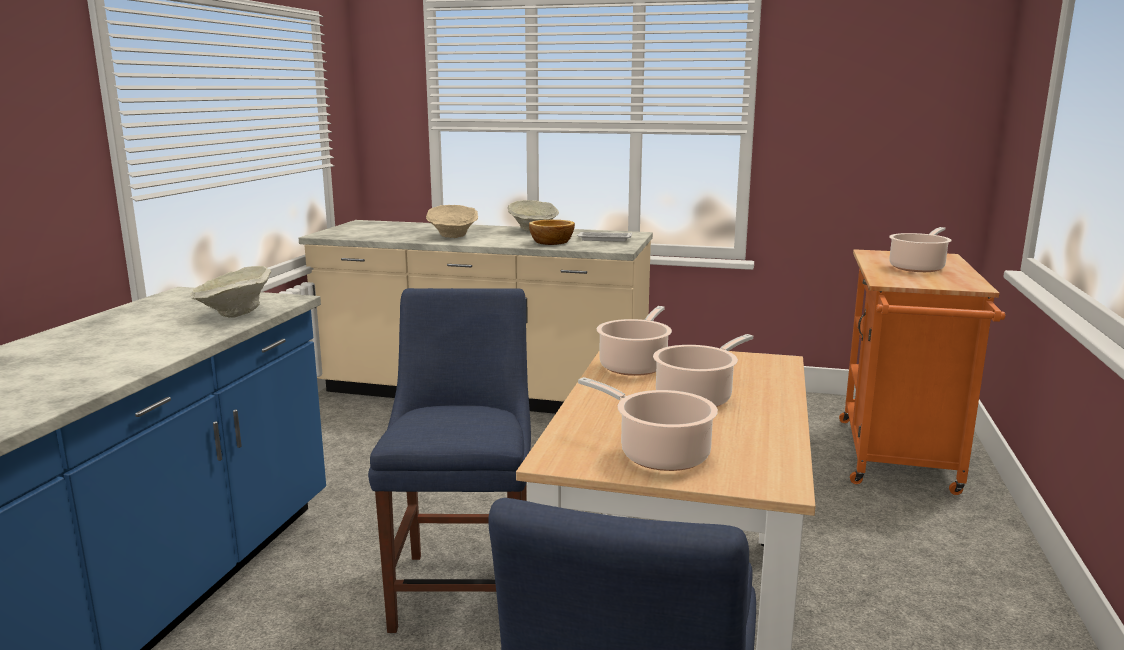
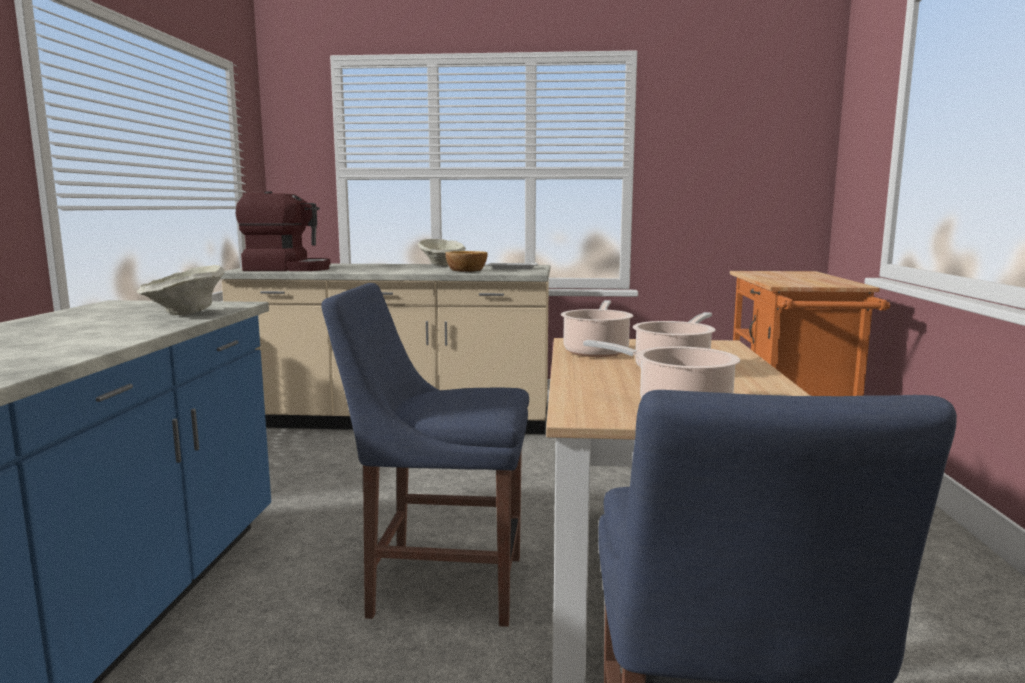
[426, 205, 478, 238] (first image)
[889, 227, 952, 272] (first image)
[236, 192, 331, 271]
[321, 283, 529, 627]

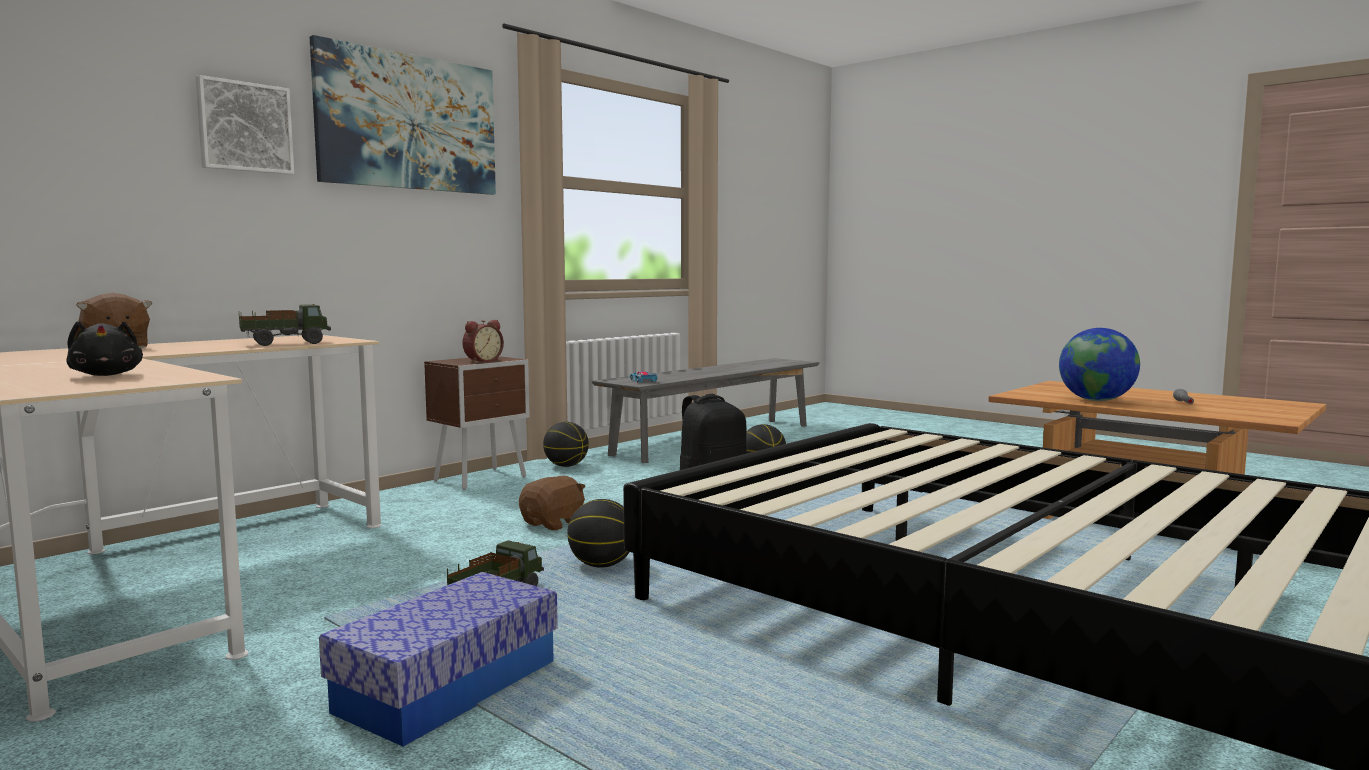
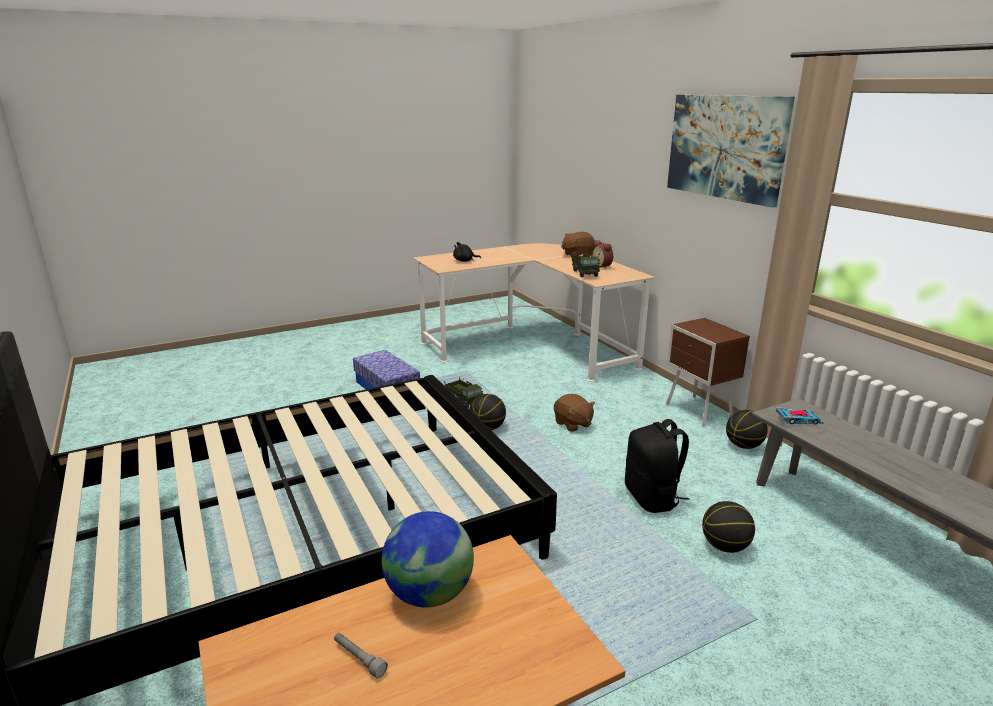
[196, 75, 294, 175] (first image)
[591, 240, 613, 269]

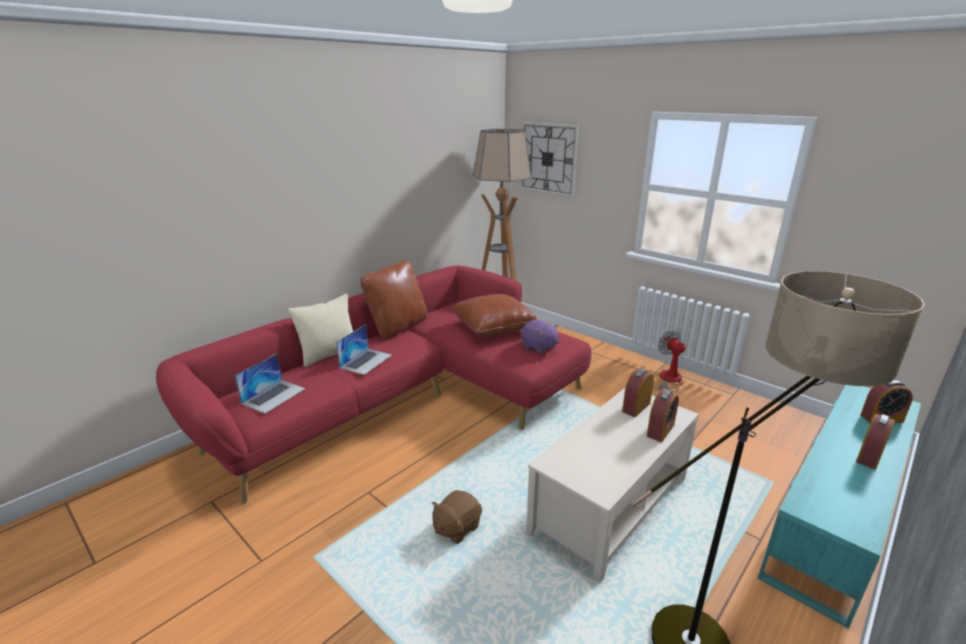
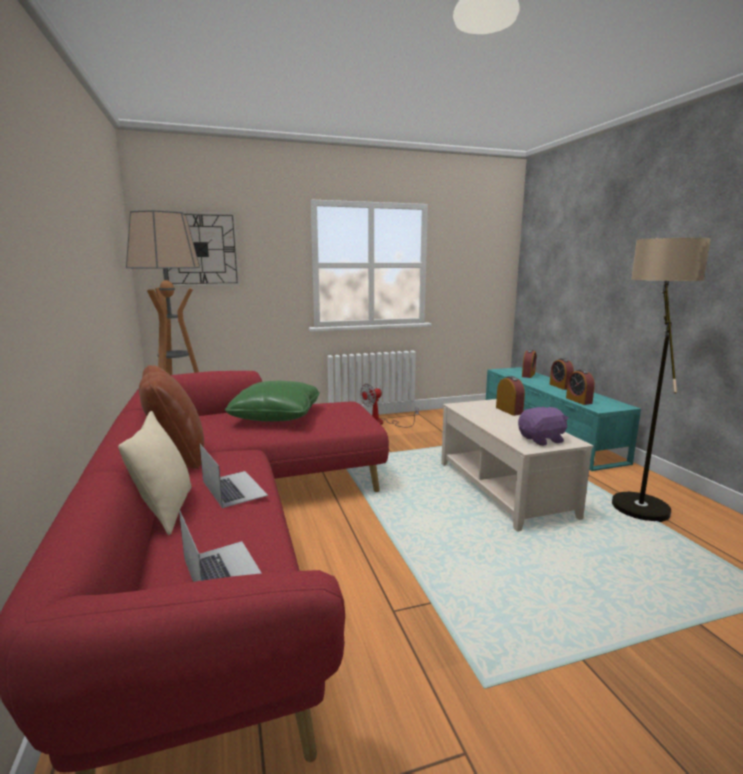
[432, 490, 482, 544] (first image)
[518, 406, 569, 446]
[566, 369, 595, 405]
[225, 381, 320, 422]
[360, 384, 419, 427]

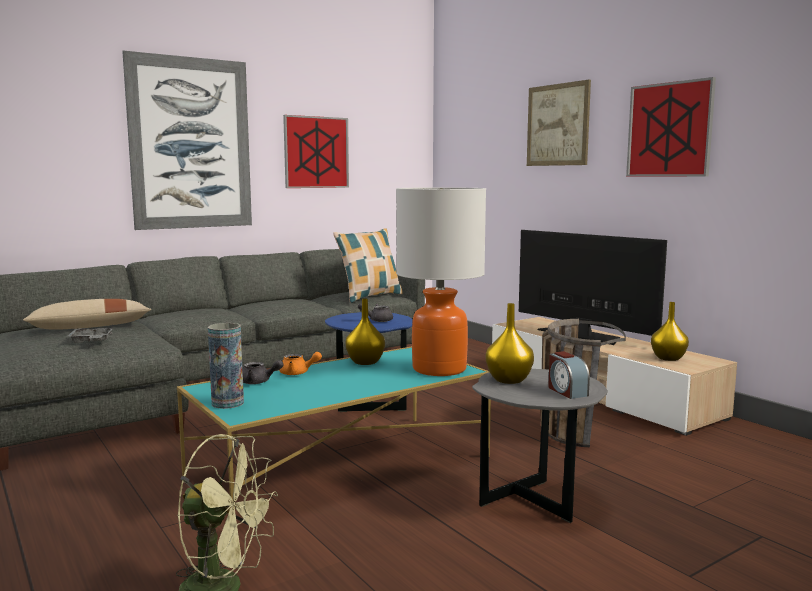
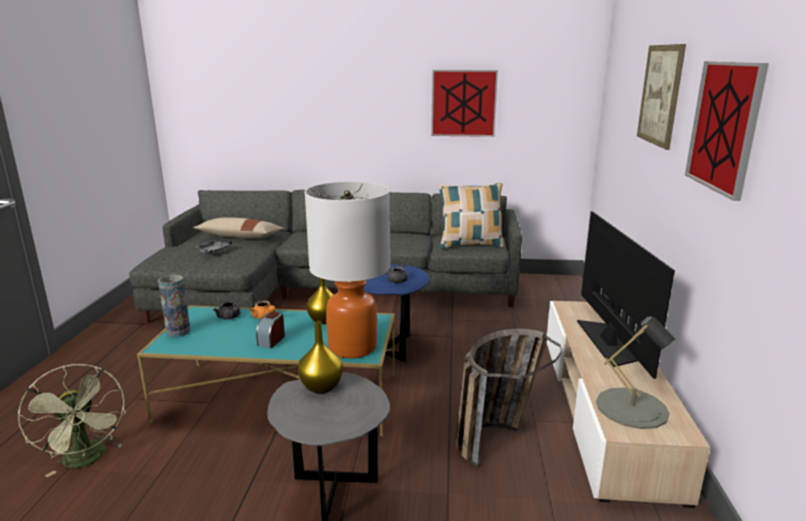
[122, 51, 252, 230] (first image)
[256, 312, 285, 348]
[596, 316, 676, 429]

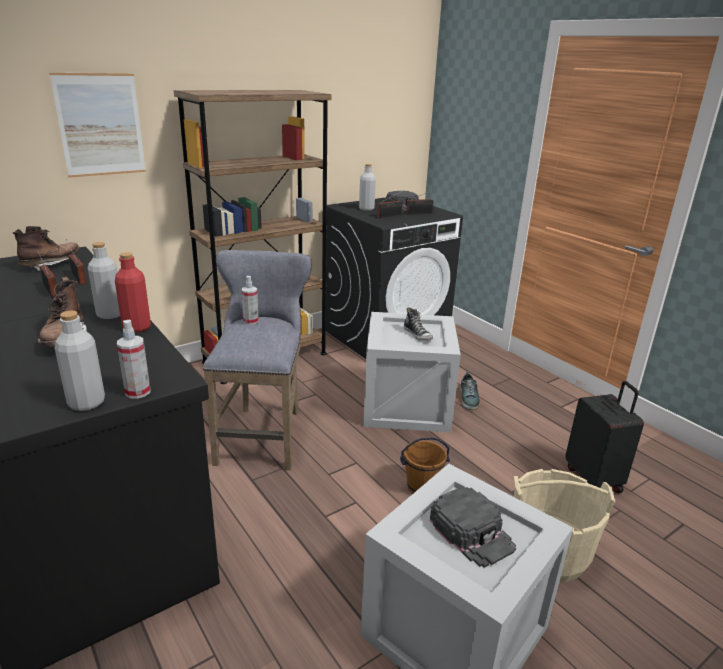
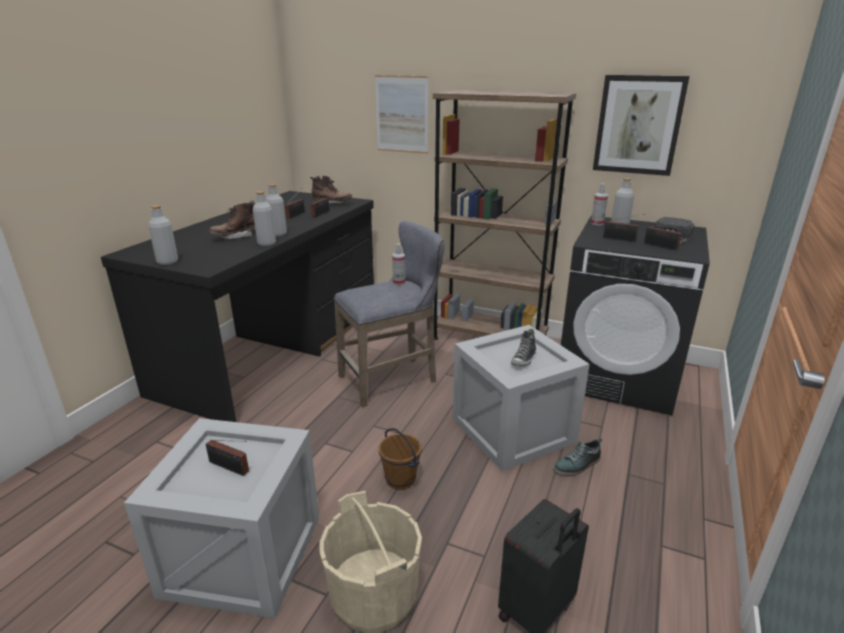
[593, 75, 690, 176]
[591, 183, 608, 226]
[206, 440, 249, 476]
[253, 191, 276, 246]

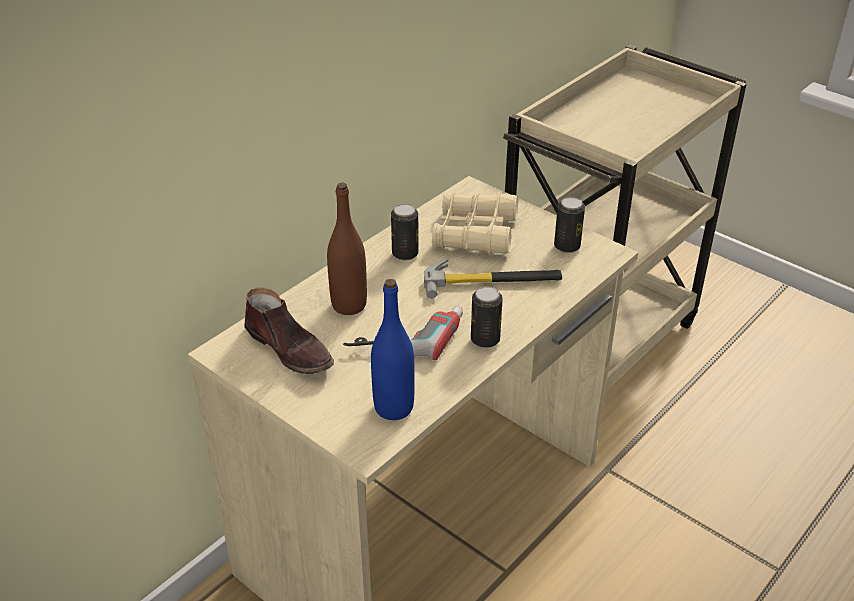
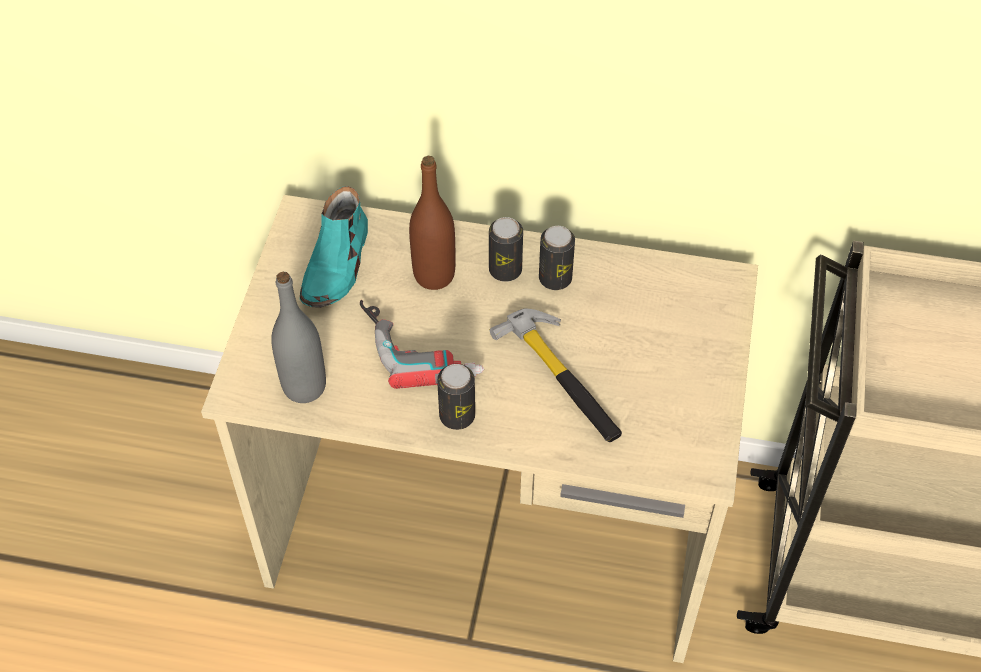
[432, 192, 518, 255] (first image)
[489, 217, 523, 282]
[300, 186, 368, 308]
[271, 272, 326, 403]

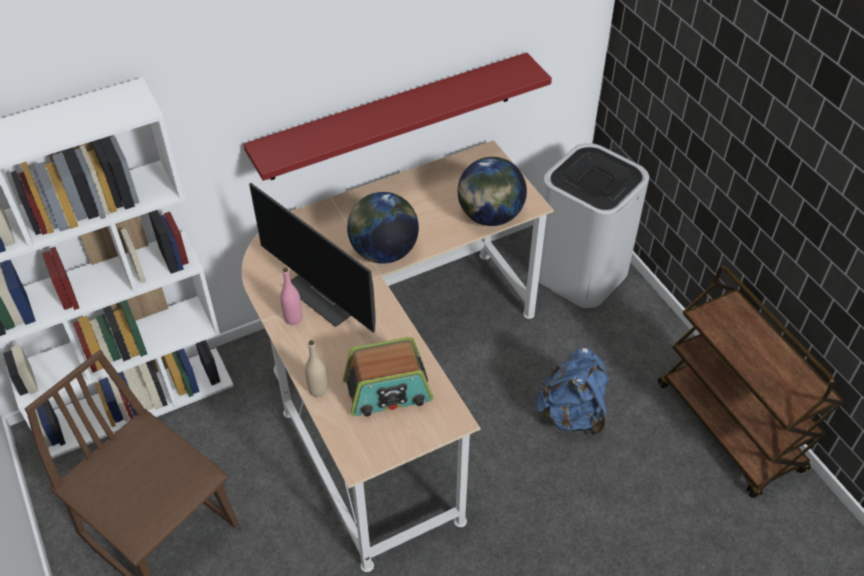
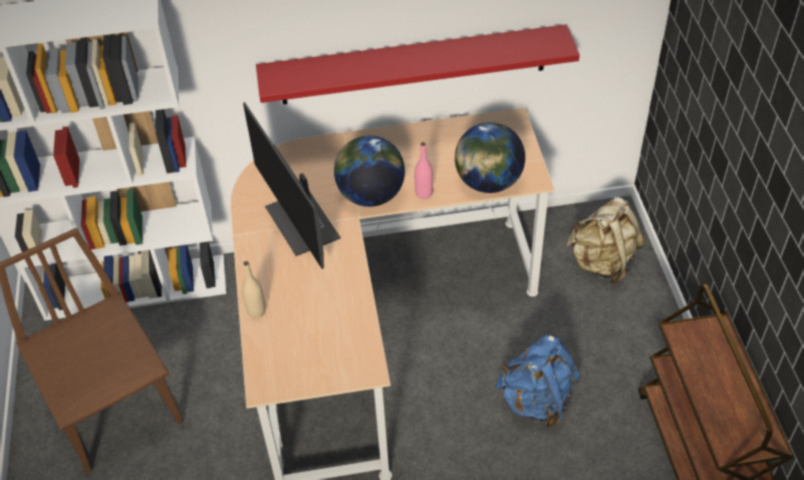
[343, 337, 433, 417] (first image)
[415, 142, 433, 199]
[566, 197, 645, 284]

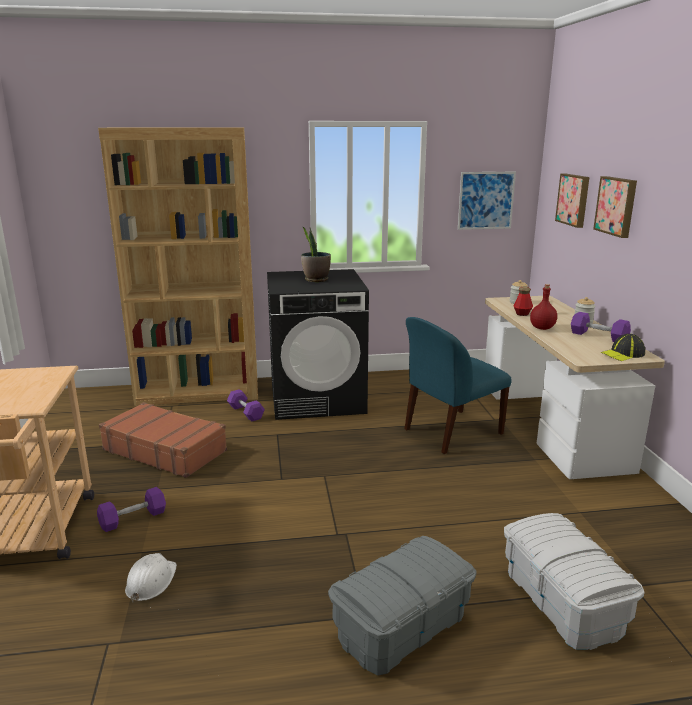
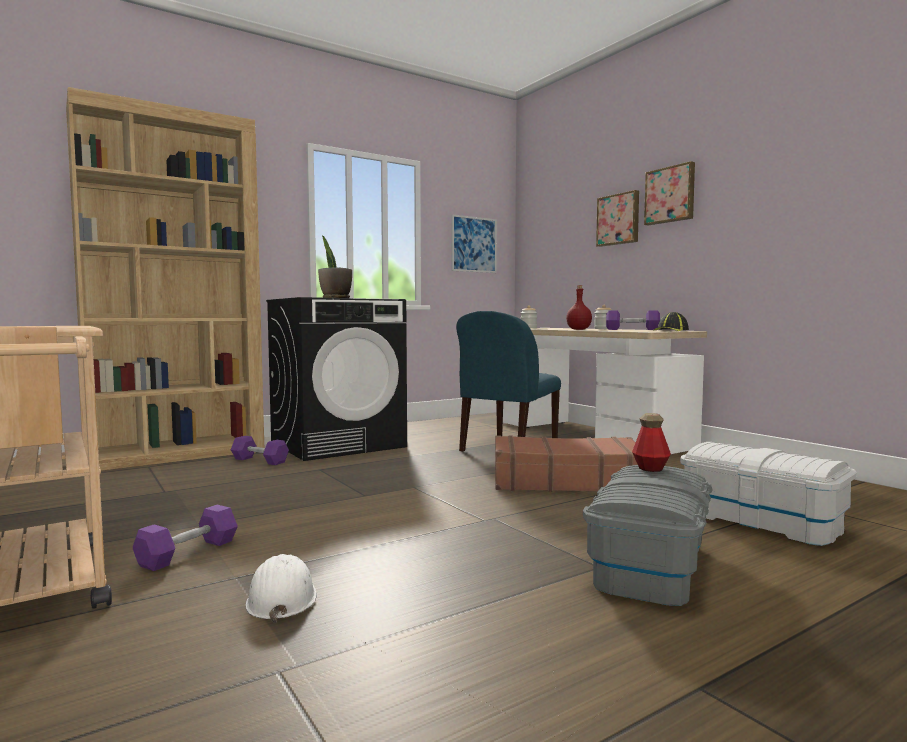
[495, 435, 638, 492]
[632, 413, 671, 472]
[644, 161, 695, 225]

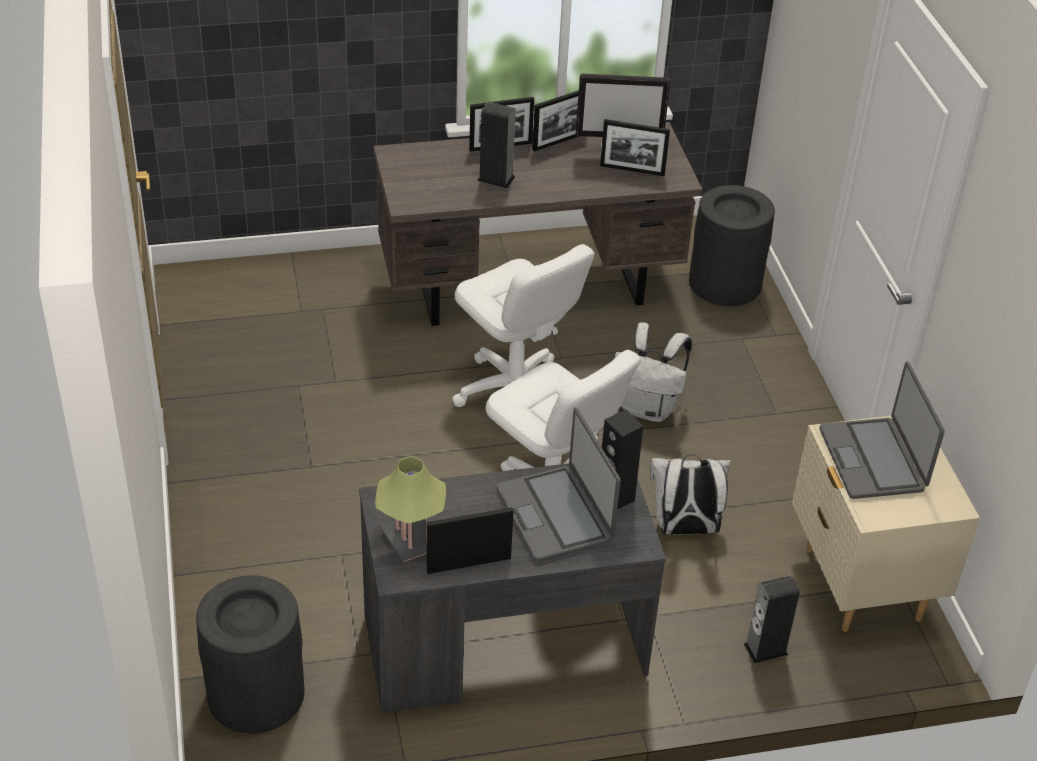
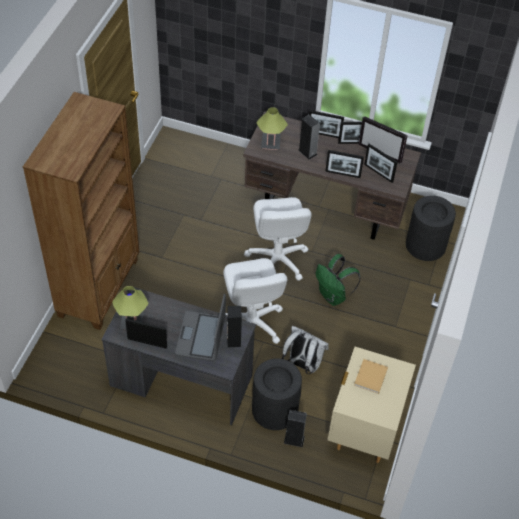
[23, 92, 140, 330]
[256, 107, 288, 150]
[325, 150, 364, 178]
[252, 358, 302, 430]
[354, 359, 388, 394]
[316, 254, 361, 306]

